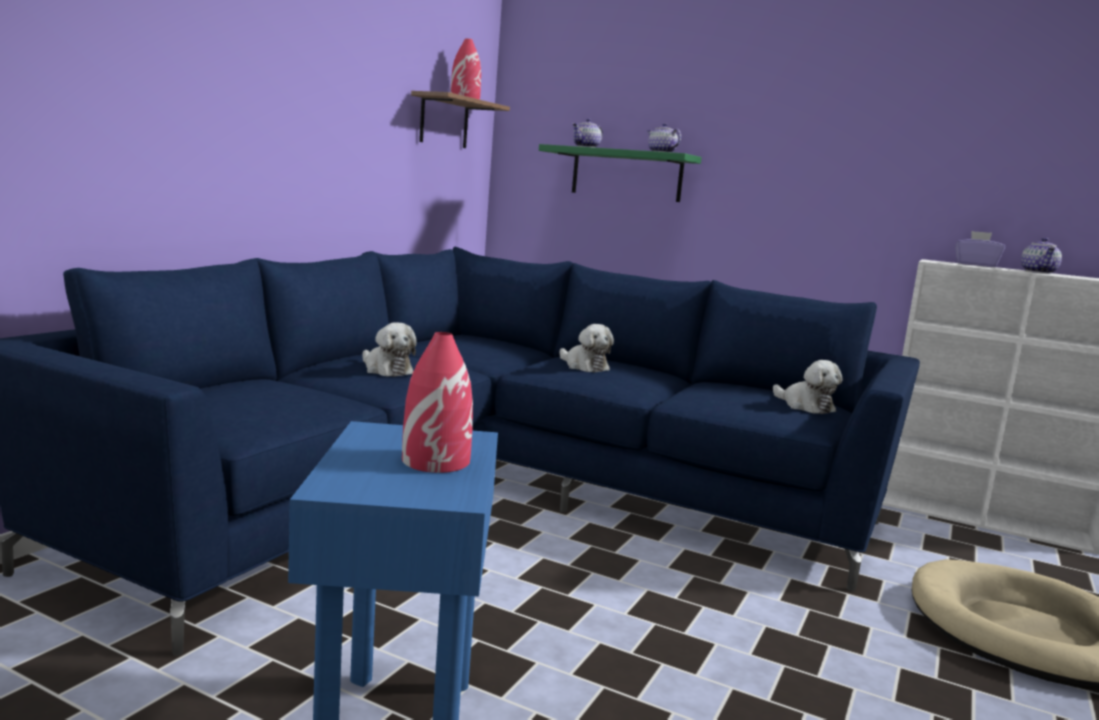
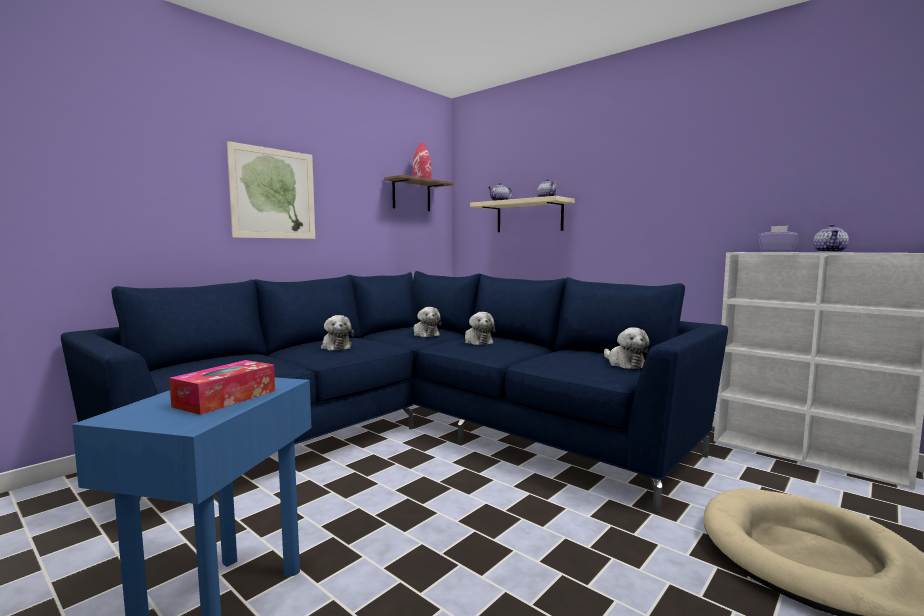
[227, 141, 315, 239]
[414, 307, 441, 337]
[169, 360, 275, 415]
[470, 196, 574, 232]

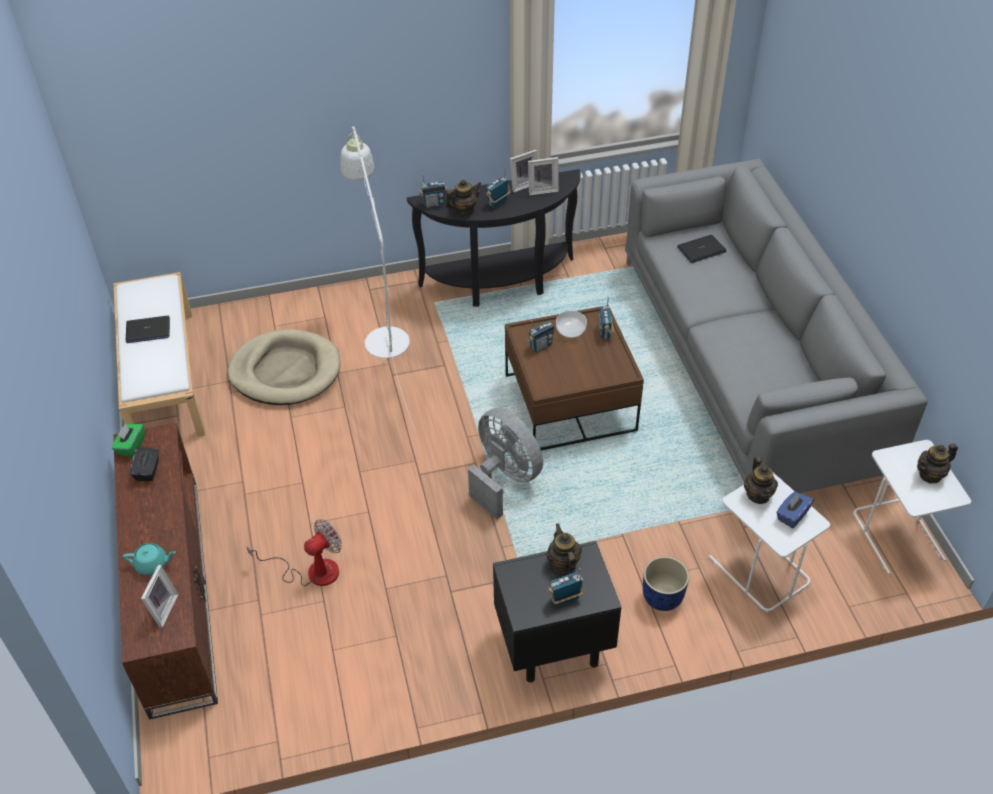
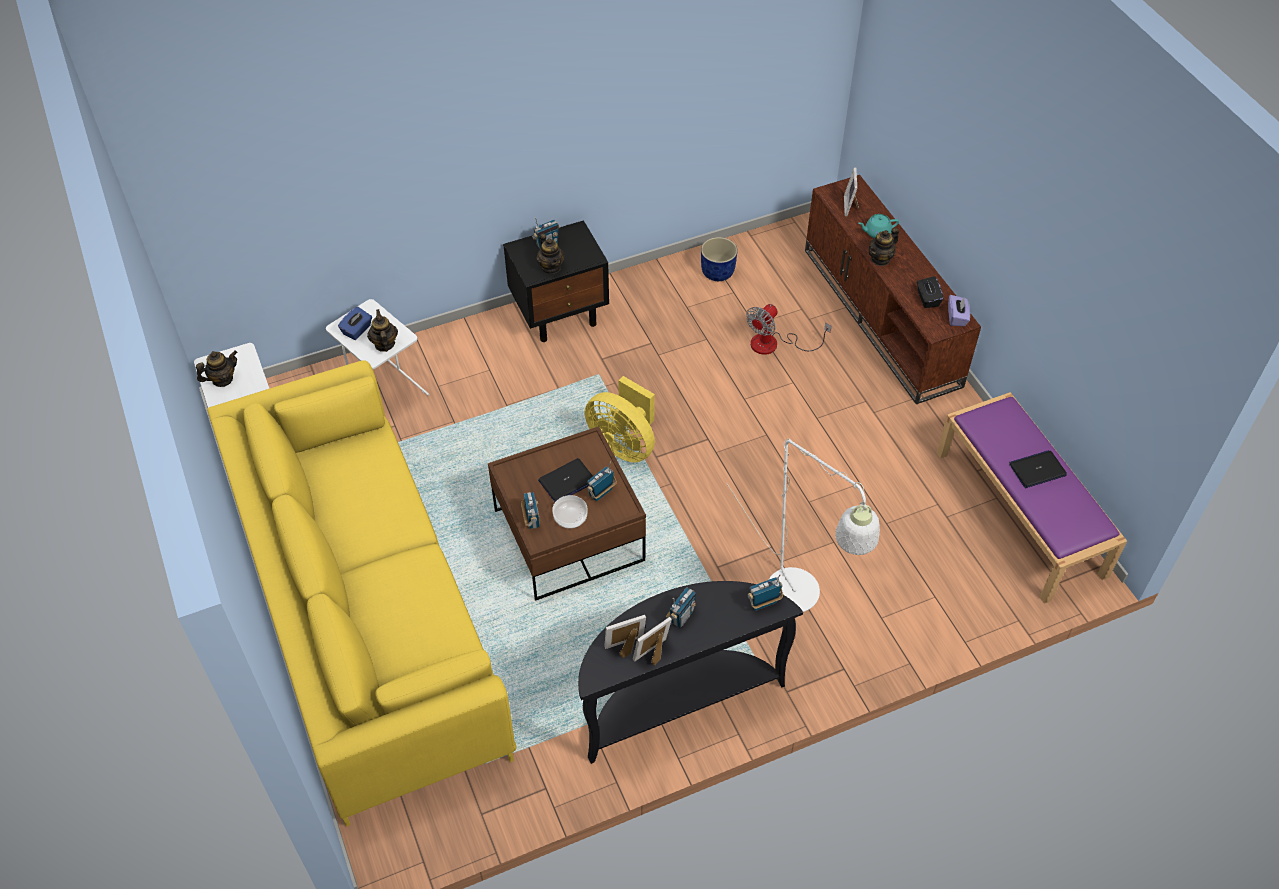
[228, 329, 340, 405] (first image)
[869, 228, 899, 266]
[701, 237, 737, 281]
[538, 458, 593, 502]
[948, 295, 970, 326]
[937, 392, 1127, 604]
[585, 376, 655, 463]
[207, 360, 516, 827]

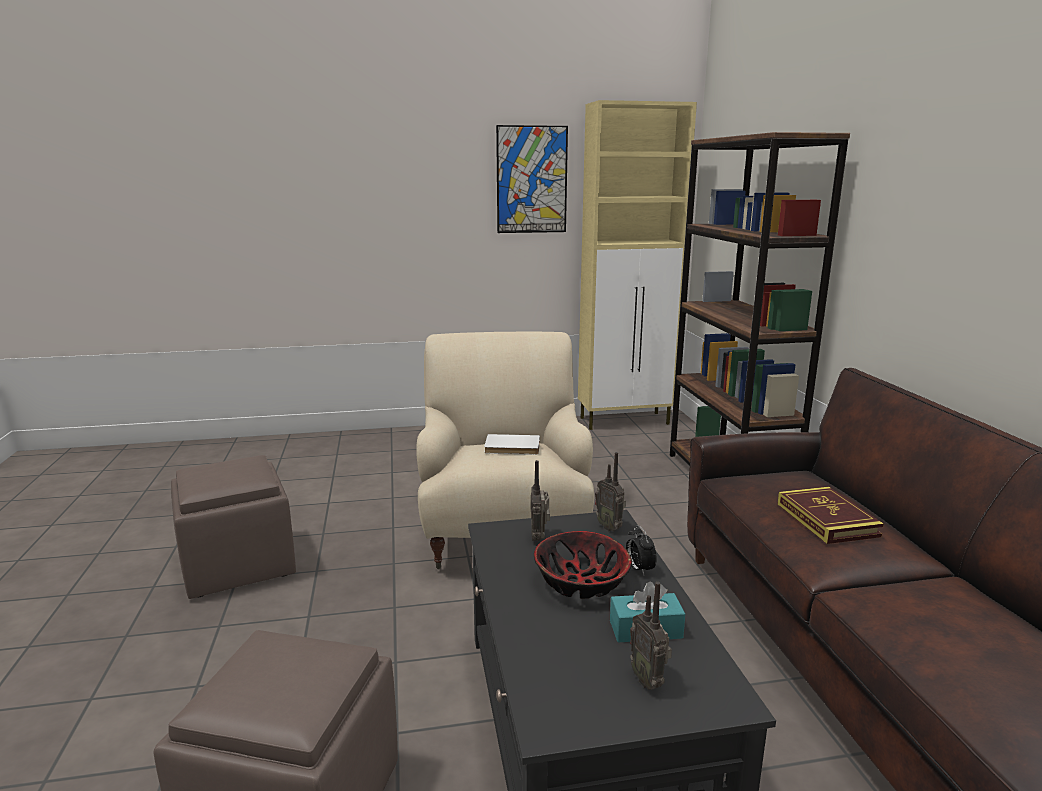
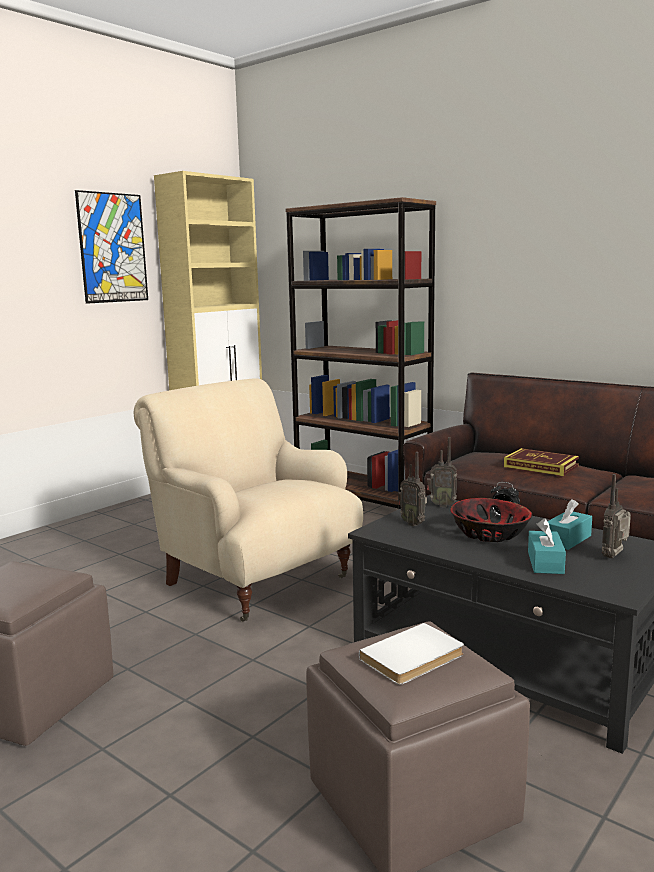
[528, 518, 566, 574]
[359, 623, 464, 685]
[602, 474, 631, 559]

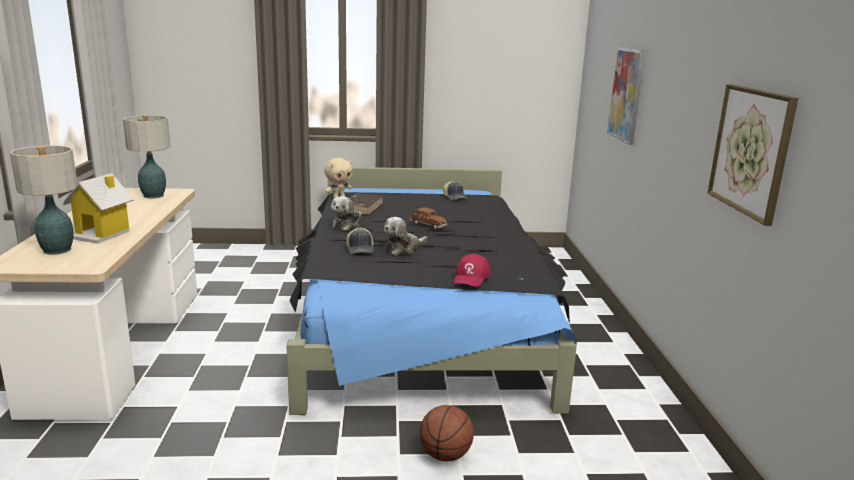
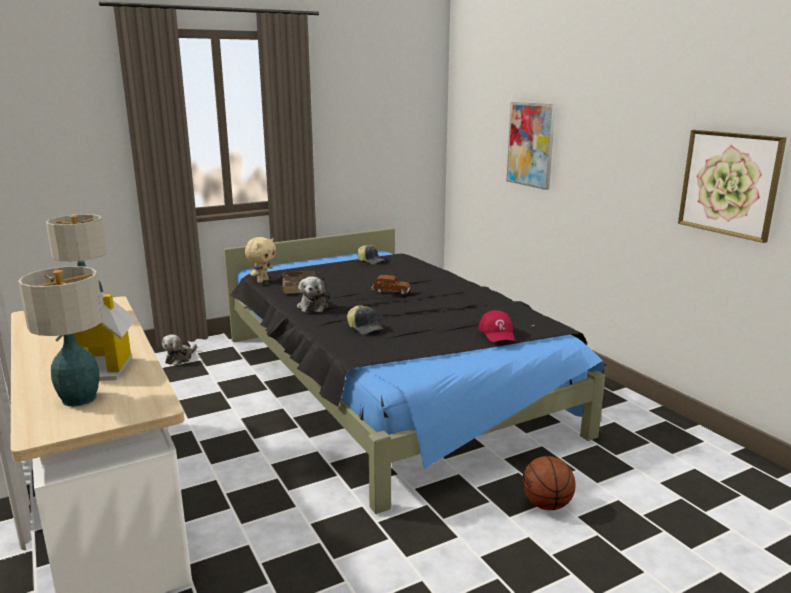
[162, 334, 197, 366]

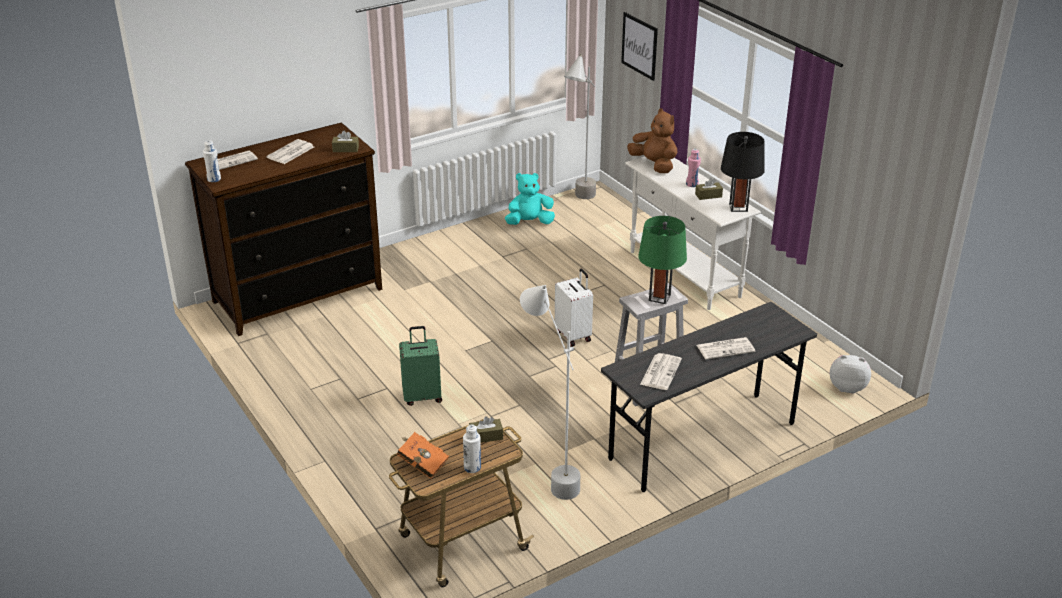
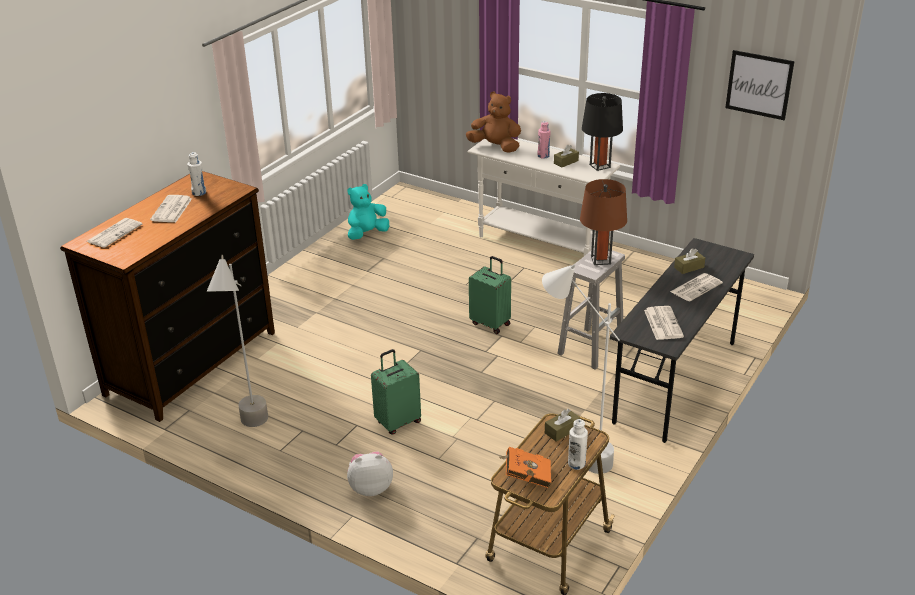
[187, 152, 206, 196]
[674, 248, 705, 274]
[207, 255, 268, 427]
[725, 50, 795, 120]
[347, 451, 393, 496]
[469, 256, 511, 334]
[580, 179, 627, 265]

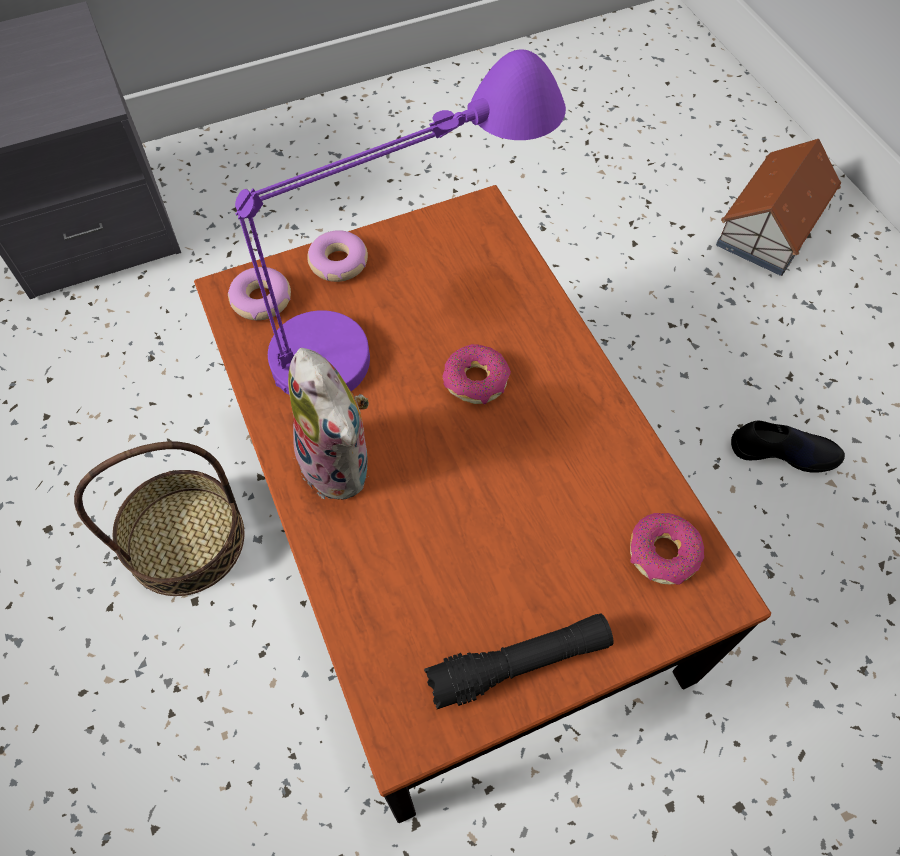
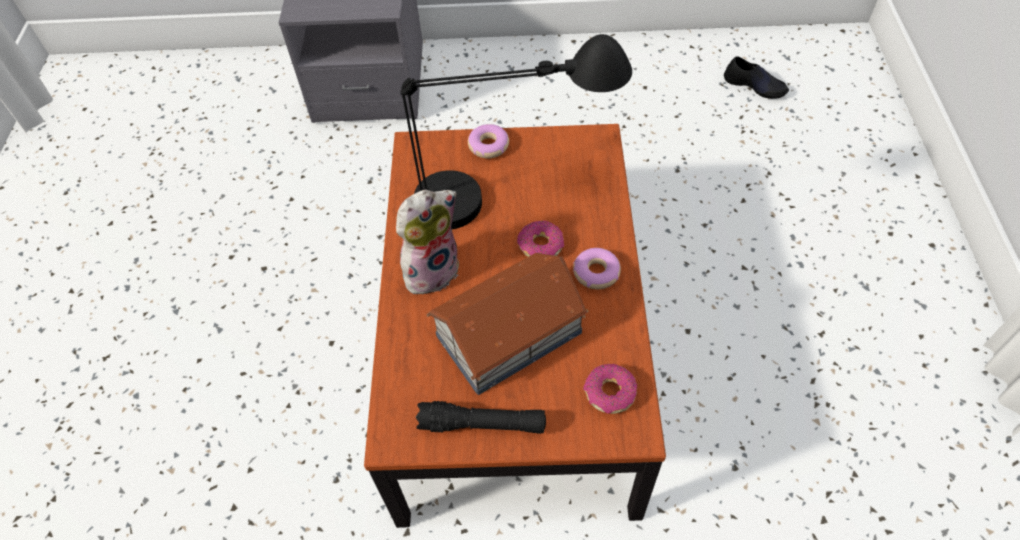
[74, 441, 244, 596] (first image)
[573, 248, 621, 289]
[426, 253, 589, 395]
[724, 56, 789, 99]
[400, 34, 632, 229]
[396, 190, 459, 294]

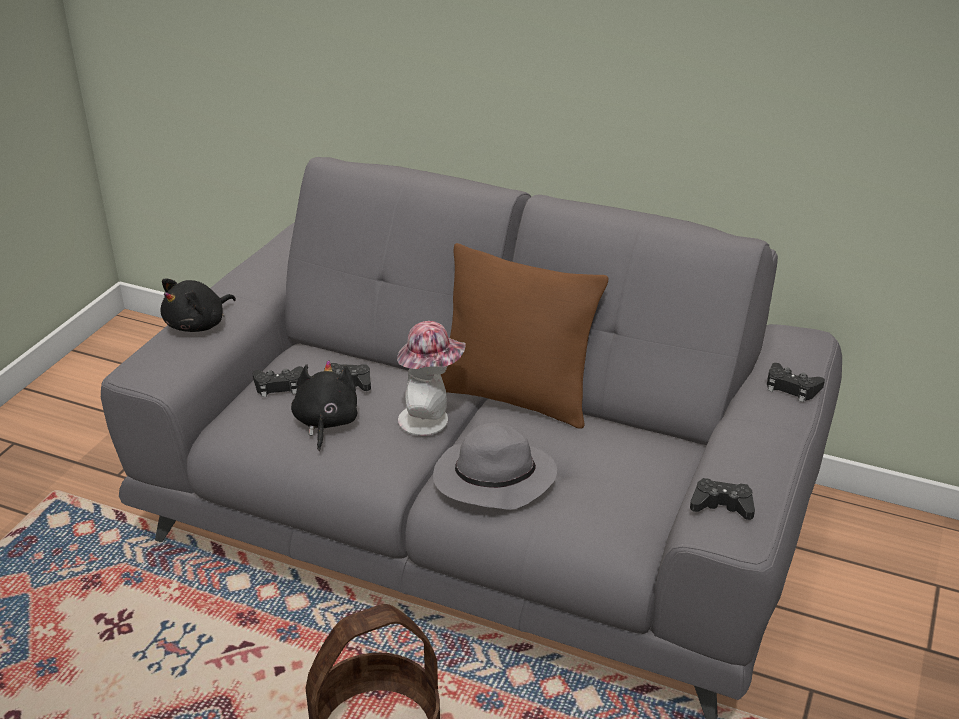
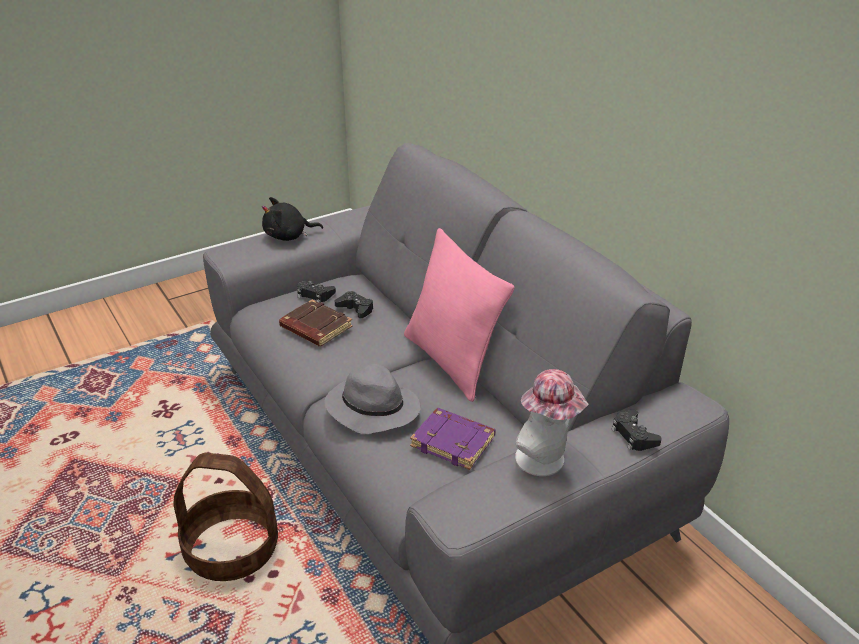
[690, 478, 755, 520] (first image)
[410, 408, 496, 470]
[515, 369, 589, 476]
[279, 300, 353, 347]
[404, 228, 514, 402]

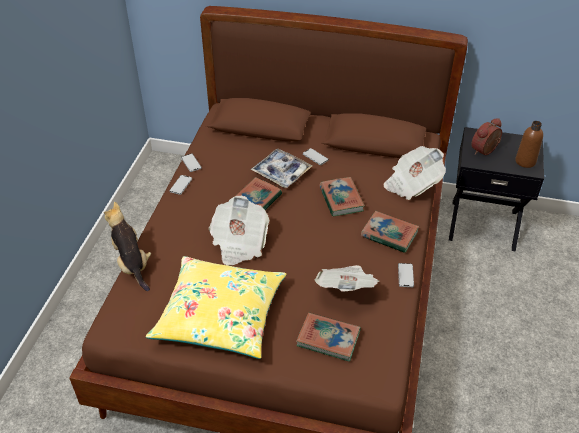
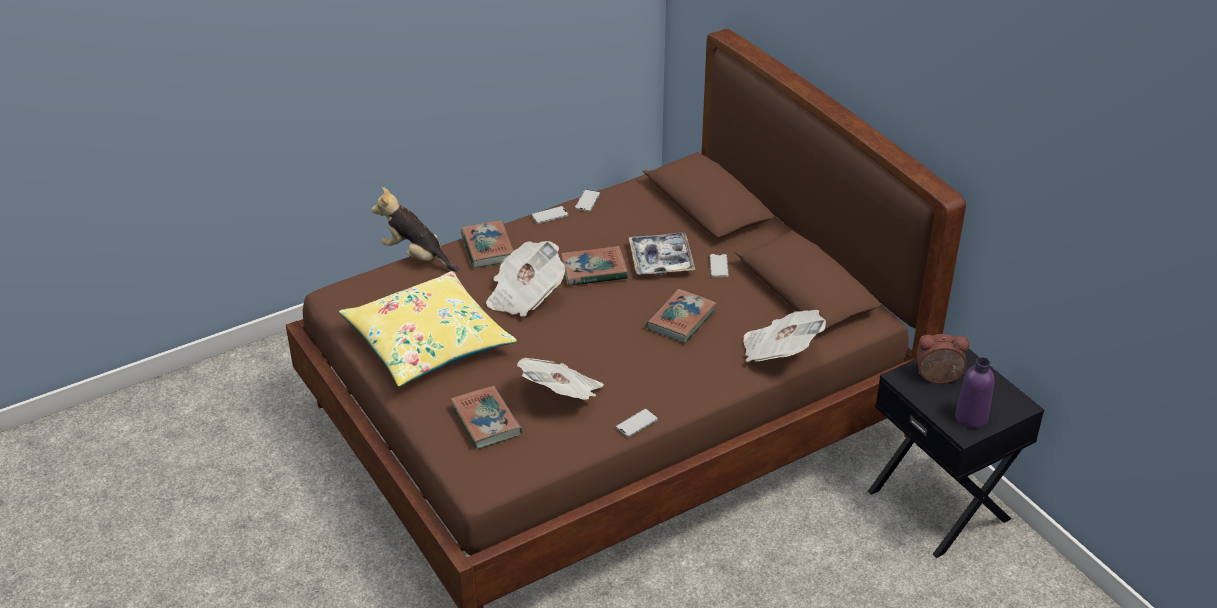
[461, 221, 514, 268]
[955, 357, 995, 429]
[371, 187, 459, 272]

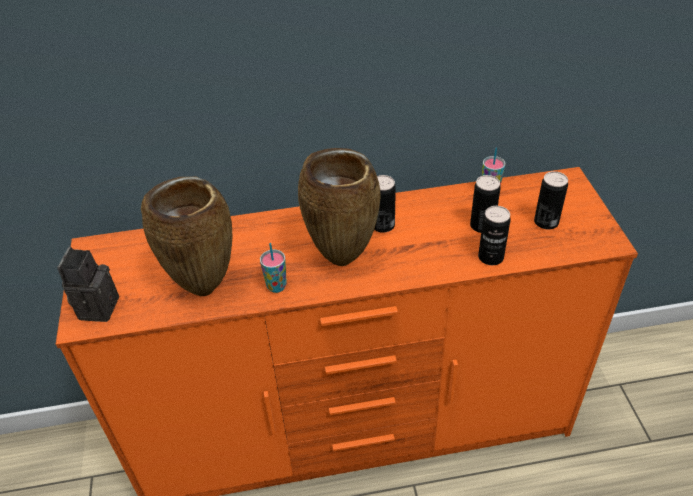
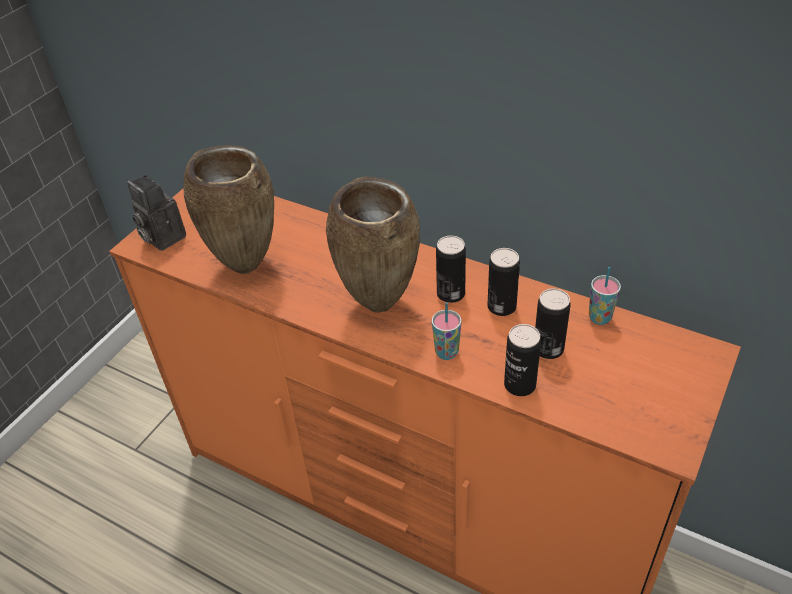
[432, 302, 462, 360]
[487, 248, 520, 316]
[127, 175, 186, 251]

